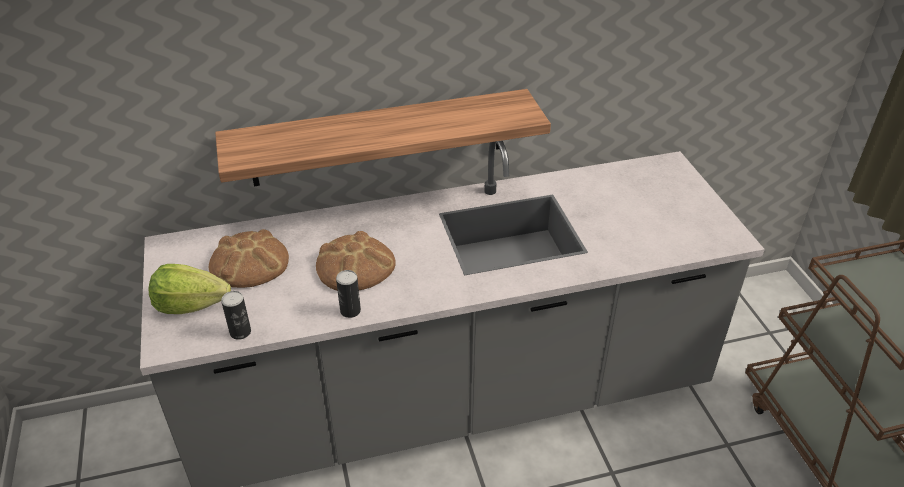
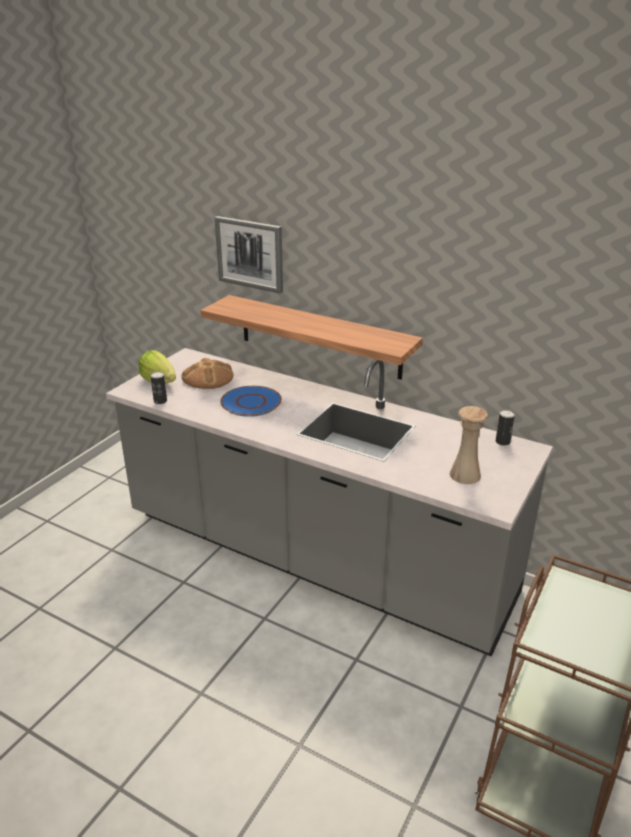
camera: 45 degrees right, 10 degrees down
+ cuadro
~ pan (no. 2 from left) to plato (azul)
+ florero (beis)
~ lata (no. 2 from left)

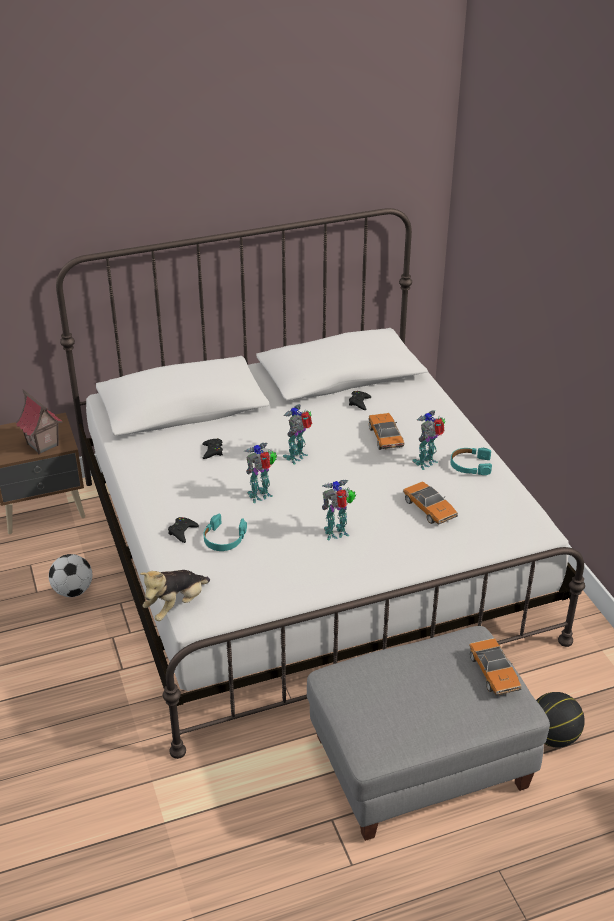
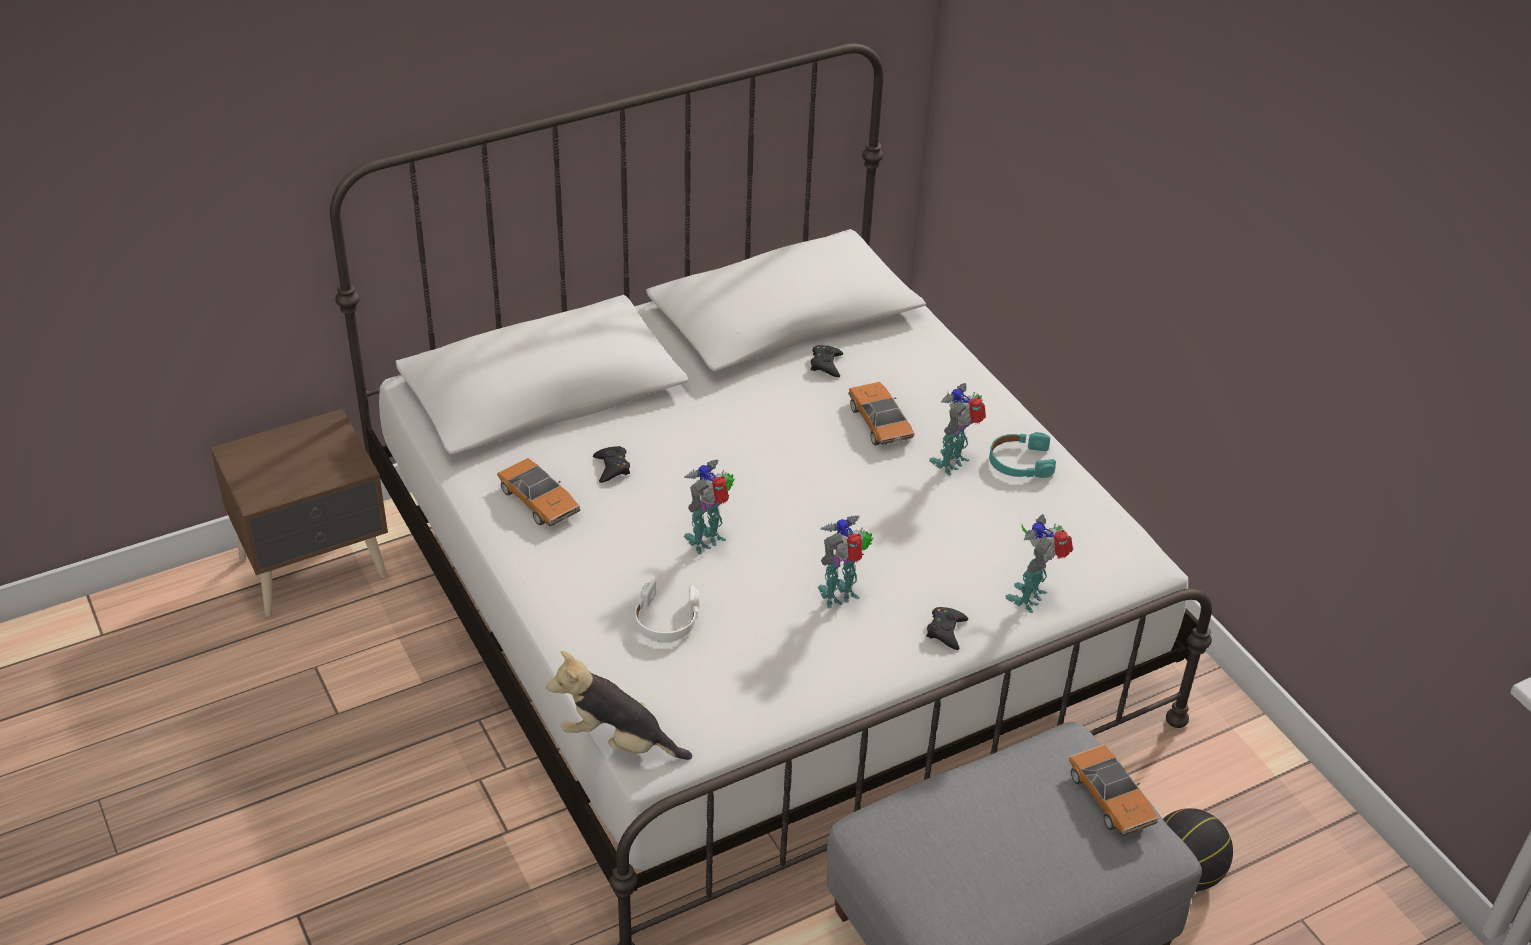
camera: 10 degrees left, 5 degrees up
~ coche de juguete (no. 2 from left in the first image) to coche de juguete (no. 1 from left)
~ peluche 75 degrees clockwise
~ auriculares (turquesa) (no. 1 from left) to auriculares (blanco)
~ mando de consola (negro) (no. 1 from left in the first image) to mando de consola (negro) (no. 3 from left)
~ robot de juguete (no. 2 from left in the first image) to robot de juguete (no. 4 from left)
- casita
- balón de fútbol

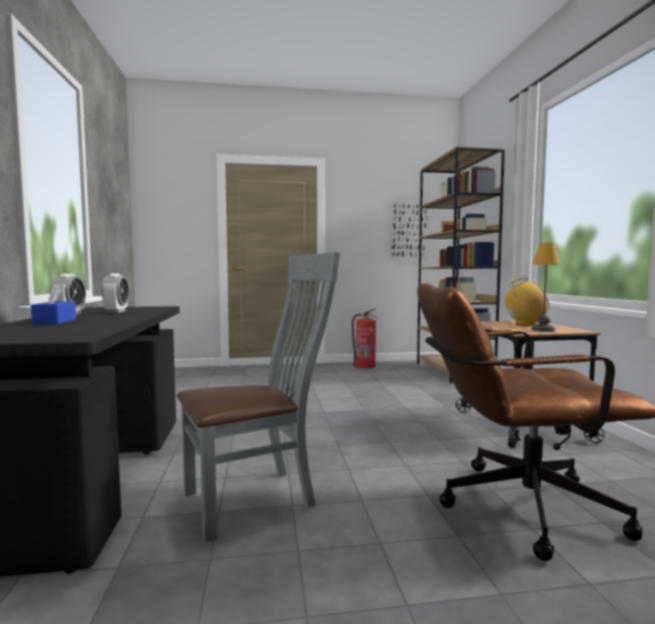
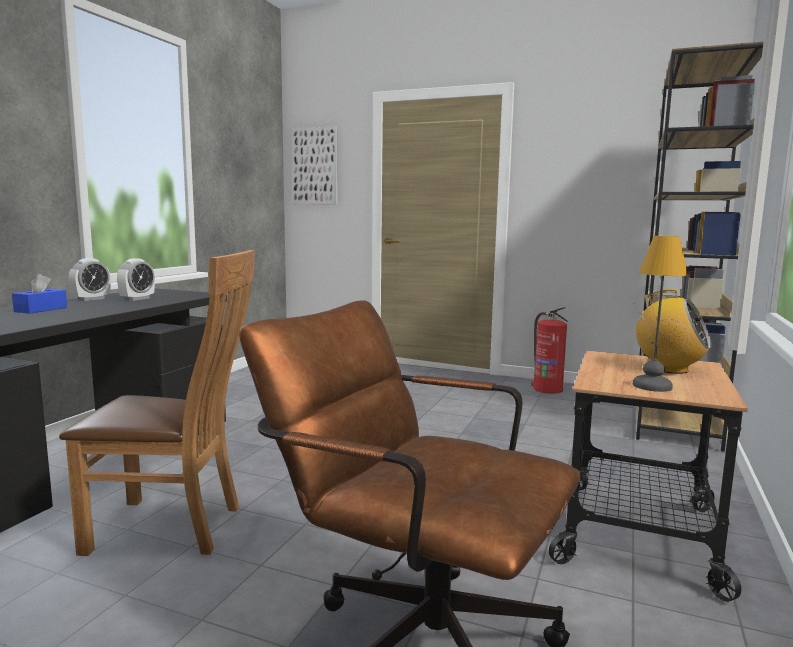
camera: 30 degrees right, 5 degrees up
~ silla (gris) to silla (marrón)
~ cuadro

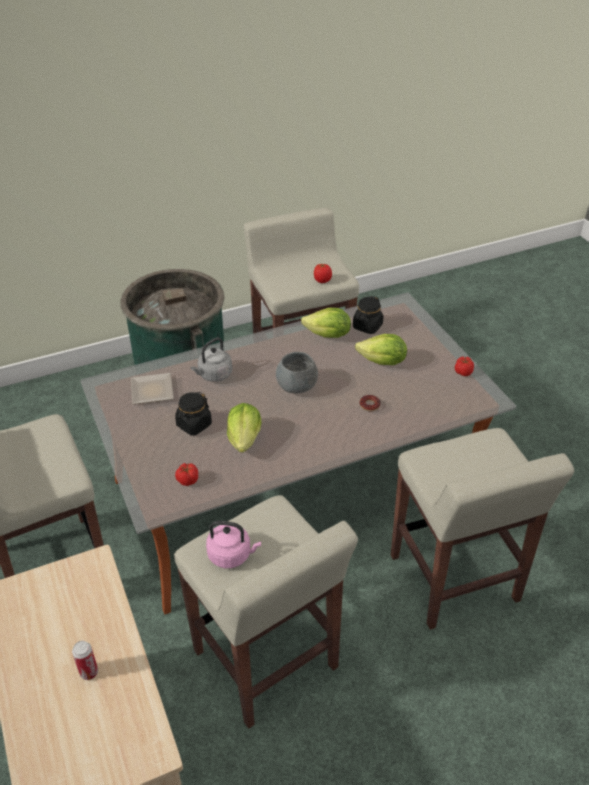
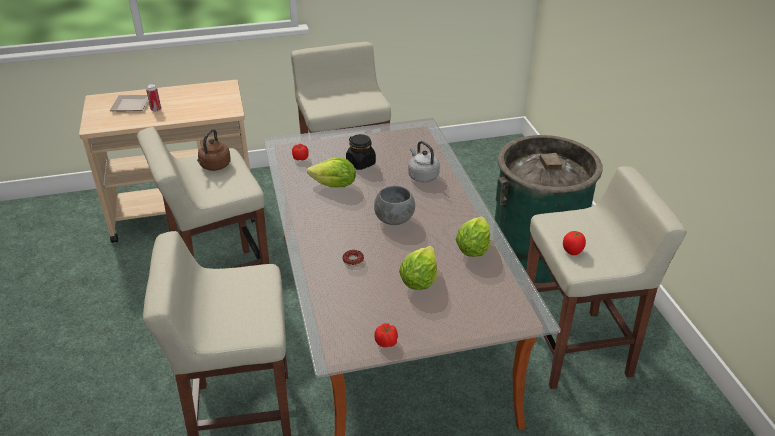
camera: 100 degrees right, 5 degrees down
~ plato
~ hervidor (rosa) to hervidor (marrón)
- tarro (negro) (no. 2 from left)

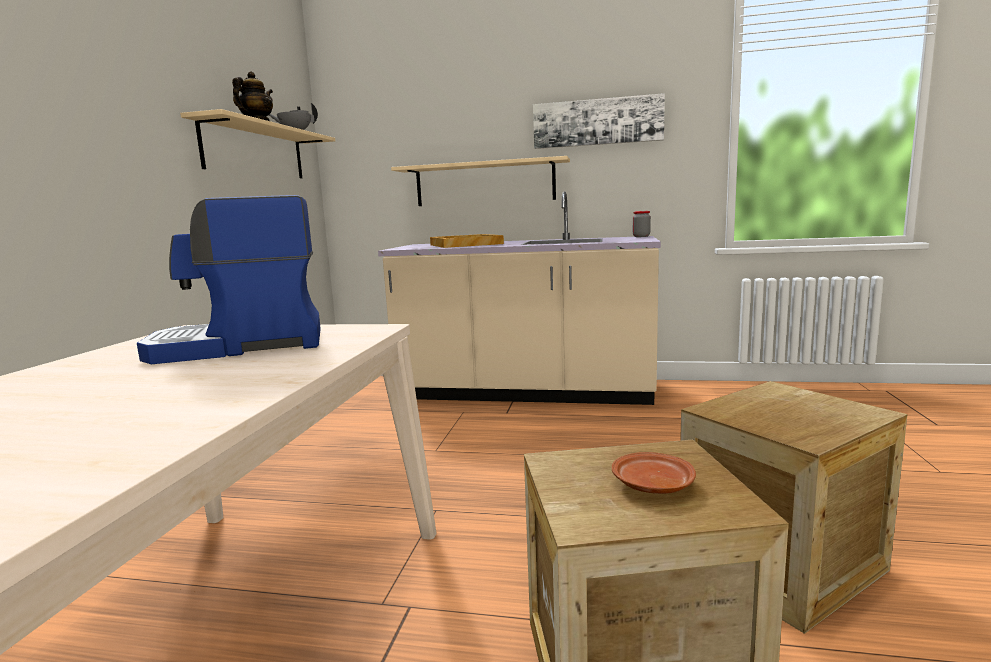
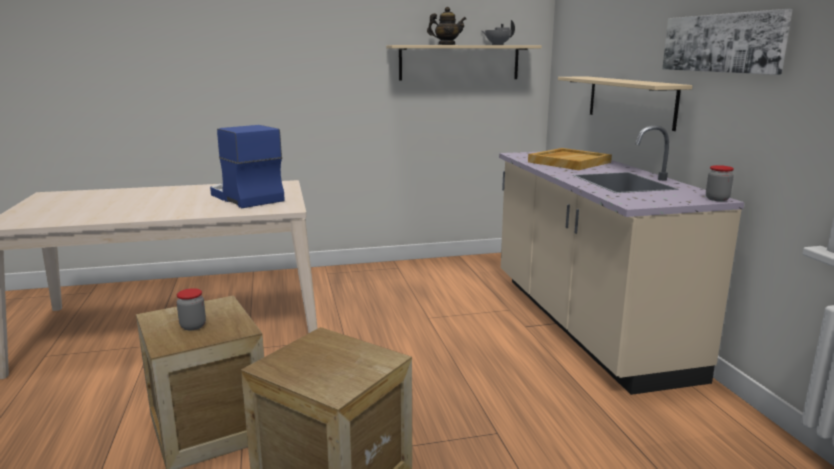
camera: 65 degrees right, 5 degrees up
~ plato (marrón) to tarro (no. 1 from left)

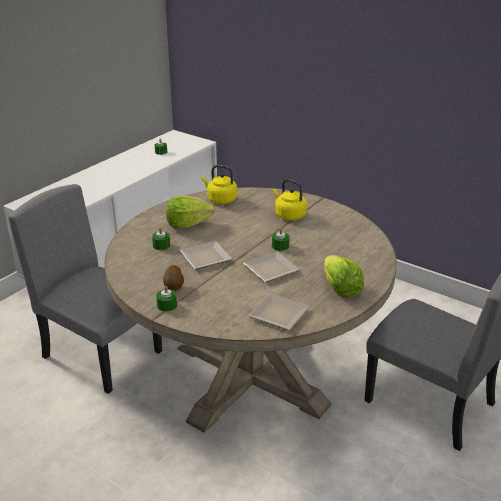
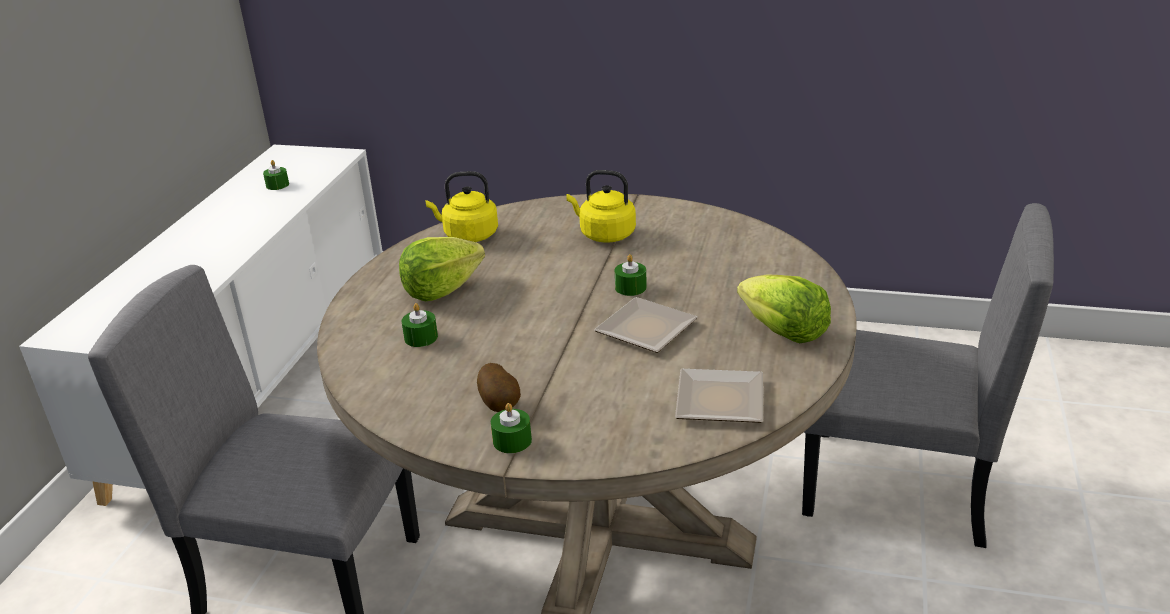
camera: 20 degrees left, 0 degrees up
- plato (no. 1 from left)

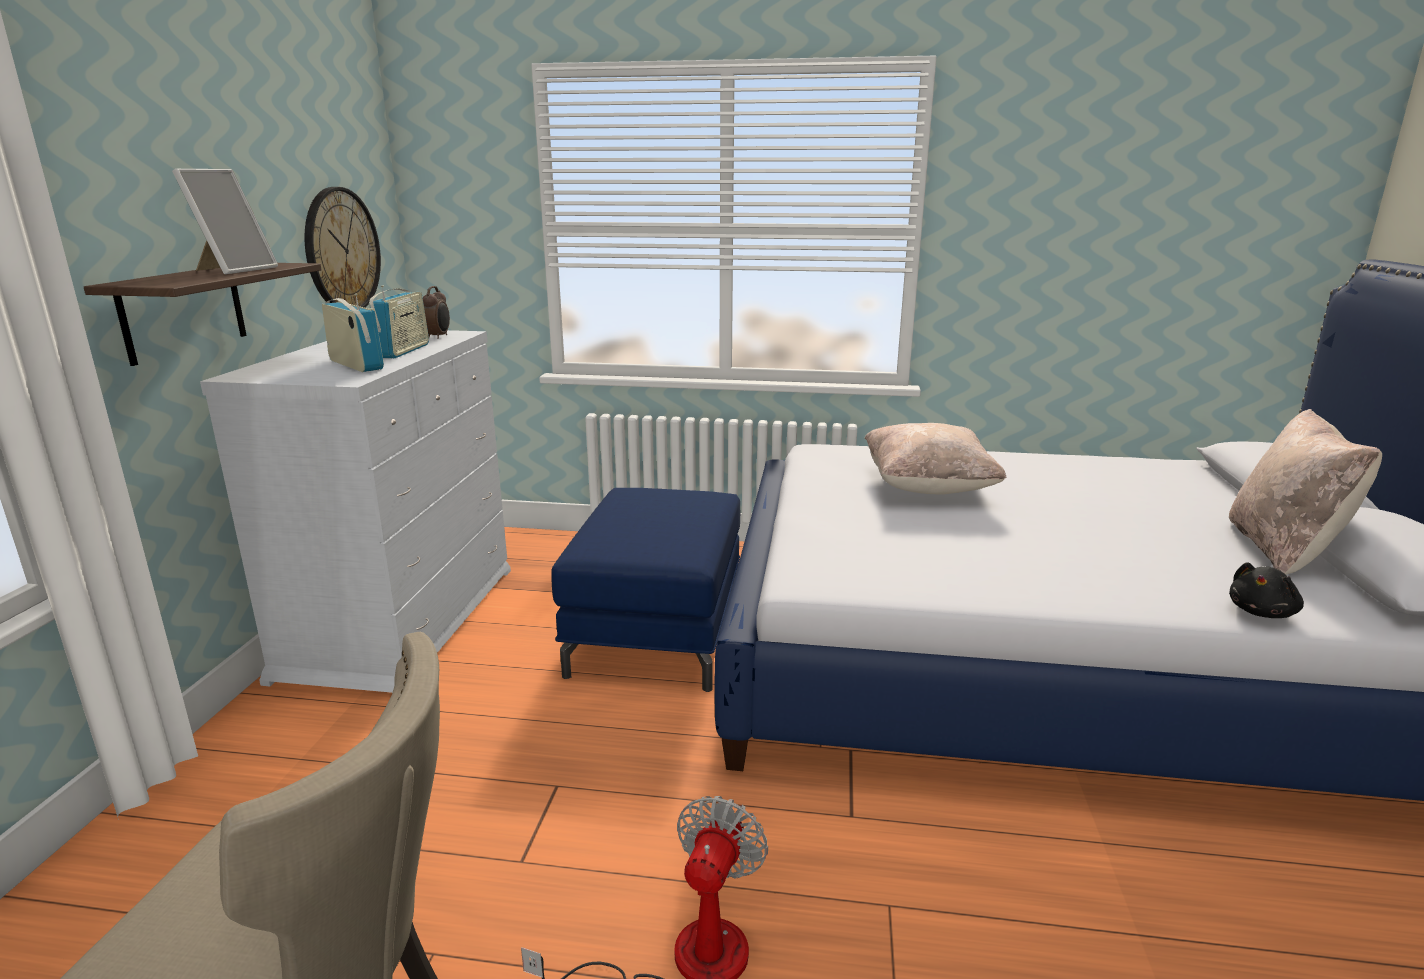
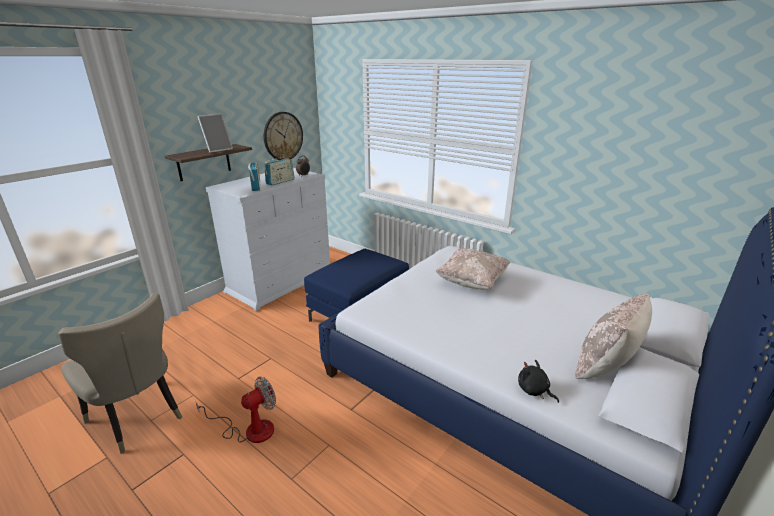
camera: 30 degrees right, 5 degrees up
~ peluche (negro) 60 degrees clockwise

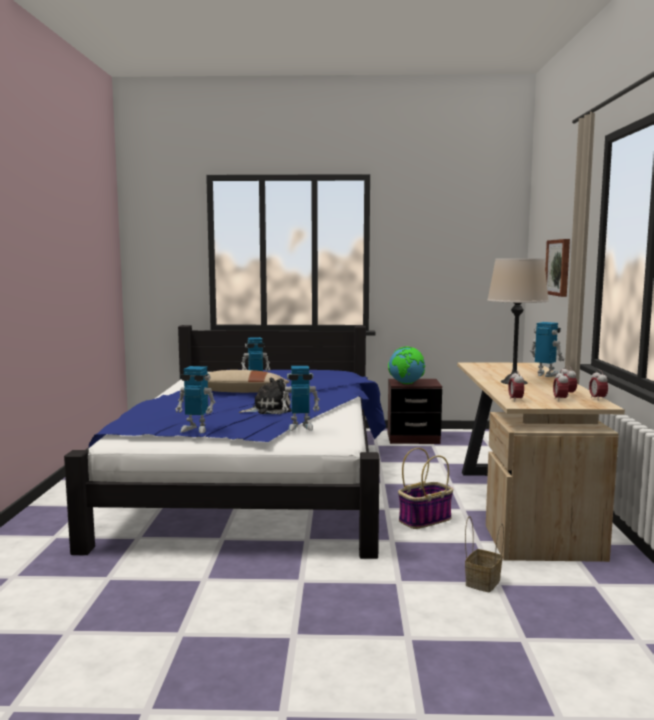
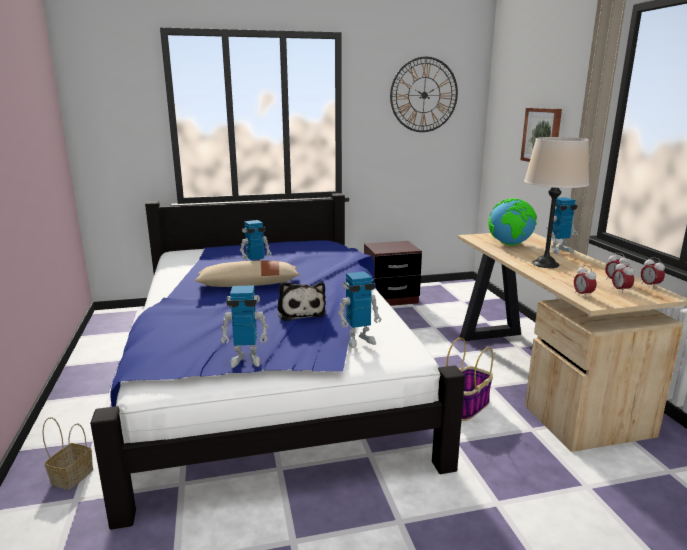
camera: 15 degrees left, 10 degrees up
~ cesta (no. 2 from left in the first image) to cesta (no. 1 from left)
~ peluche 105 degrees clockwise
+ reloj de pared
~ globo terráqueo
~ robot de juguete (no. 4 from left) 135 degrees clockwise

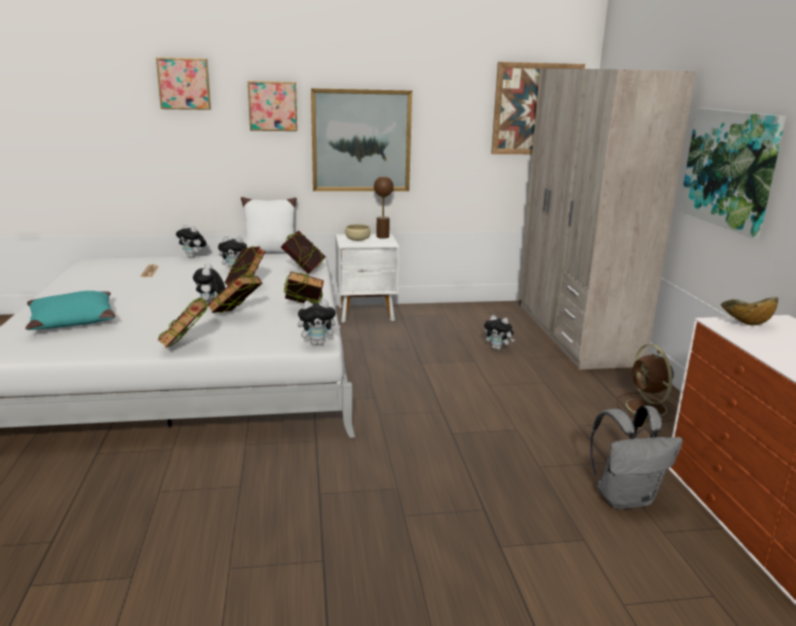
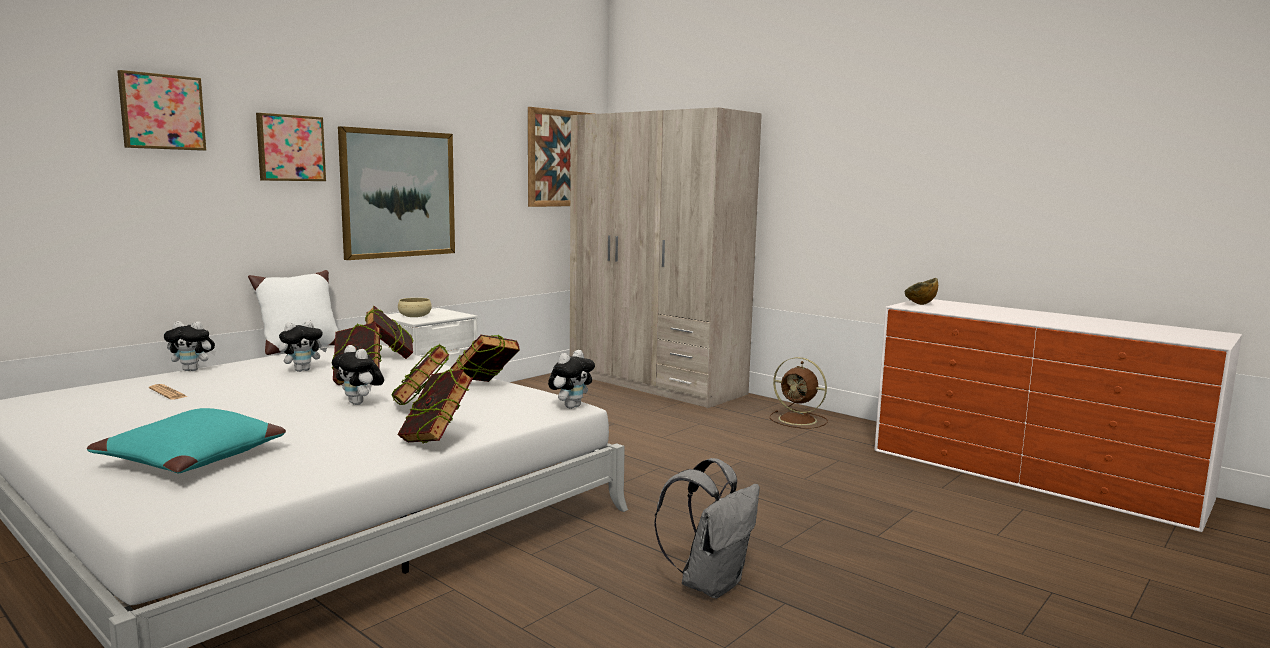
camera: 40 degrees left, 10 degrees down
~ mochila (gris)
- lámpara de mesa (marrón)
- peluche (no. 5 from left)
- cuadro (no. 5 from left)

